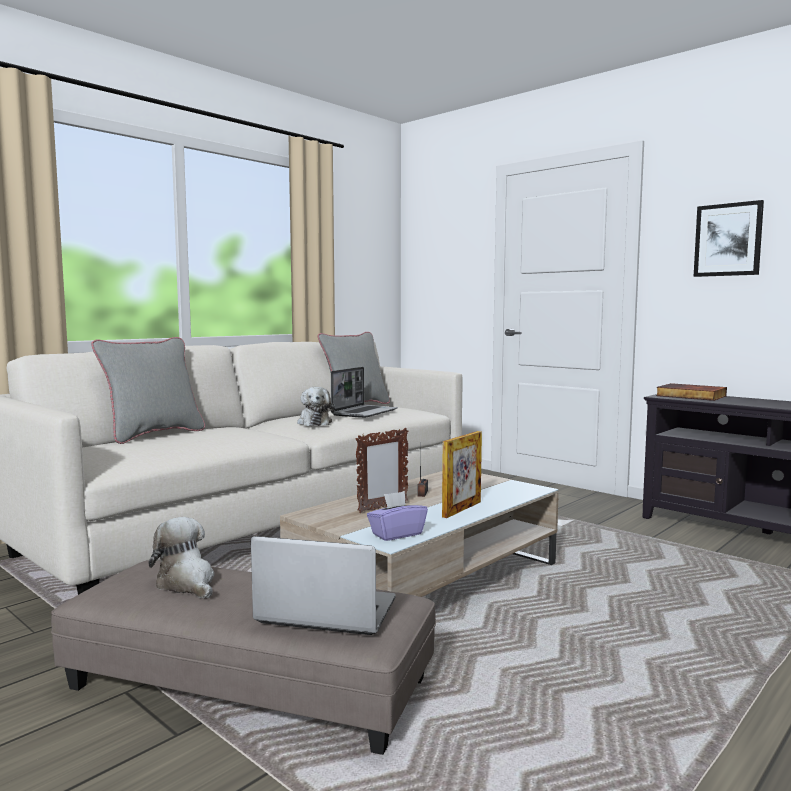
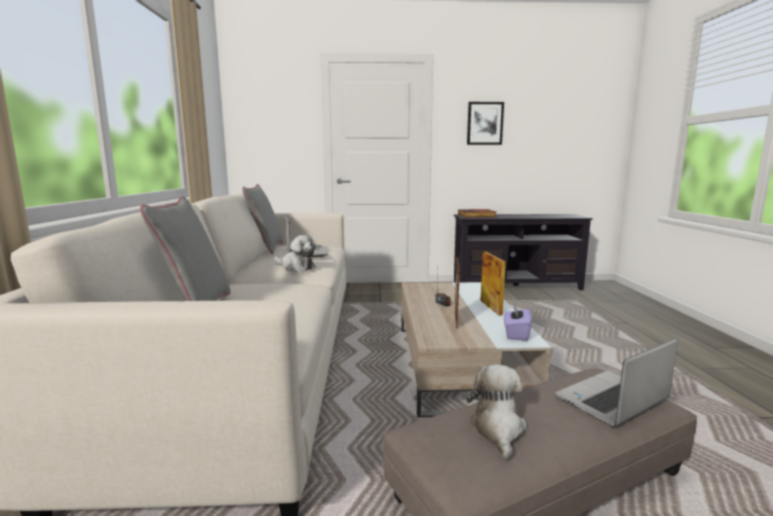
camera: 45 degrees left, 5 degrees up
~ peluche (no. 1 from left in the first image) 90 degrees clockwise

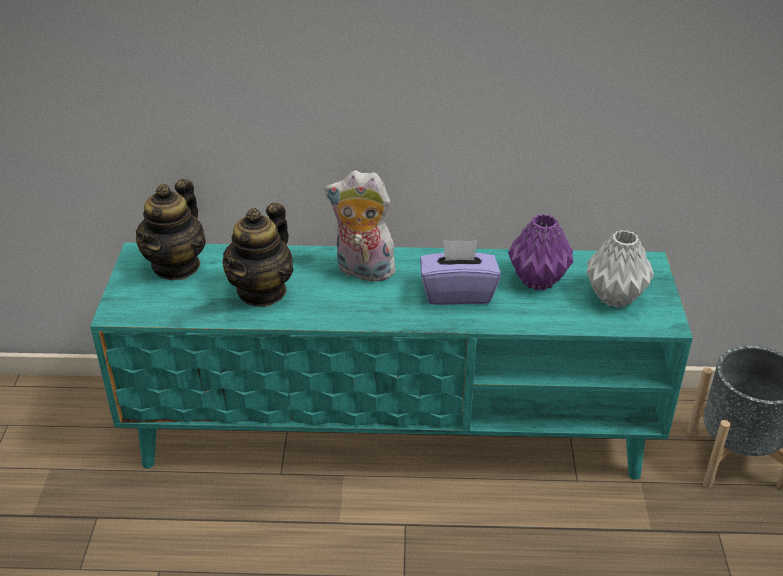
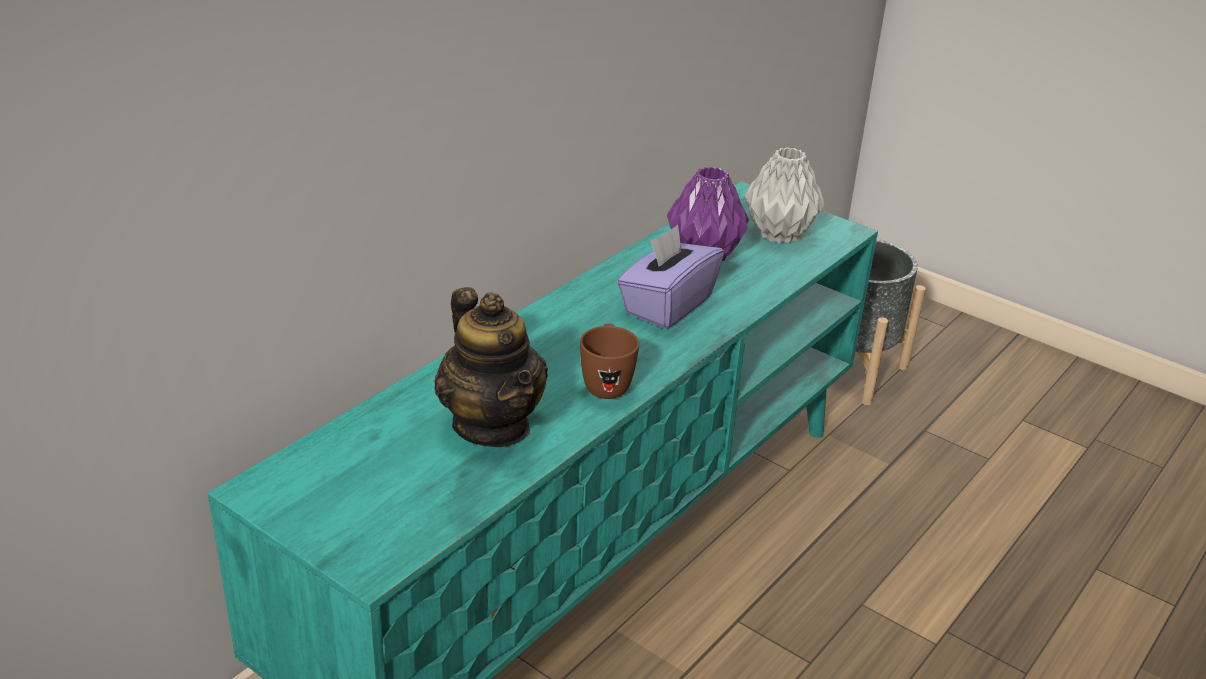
camera: 55 degrees left, 5 degrees down
+ taza grande (marrón)
- tetera (no. 1 from left)
- peluche

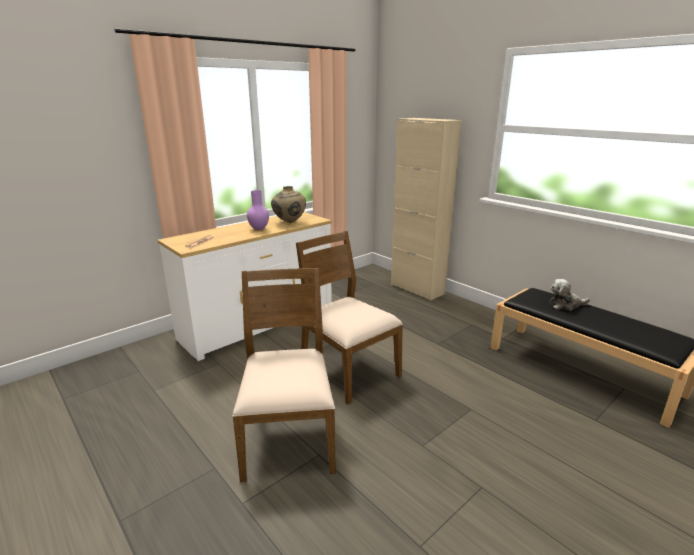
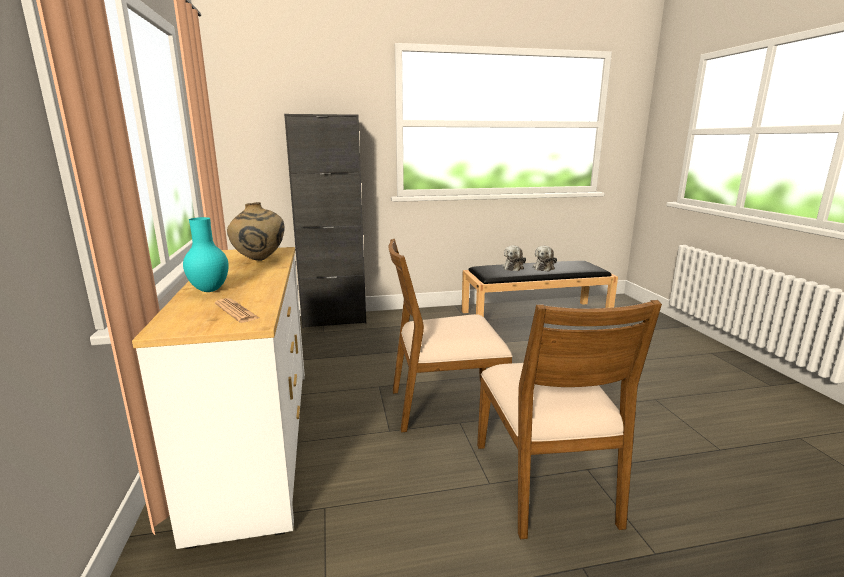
camera: 60 degrees left, 5 degrees down
+ florero (turquesa)
~ armario (beis) to armario (negro)
~ silla (marrón) (no. 1 from left in the first image) 120 degrees counterclockwise
+ peluche (no. 2 from left)
- florero (morado)

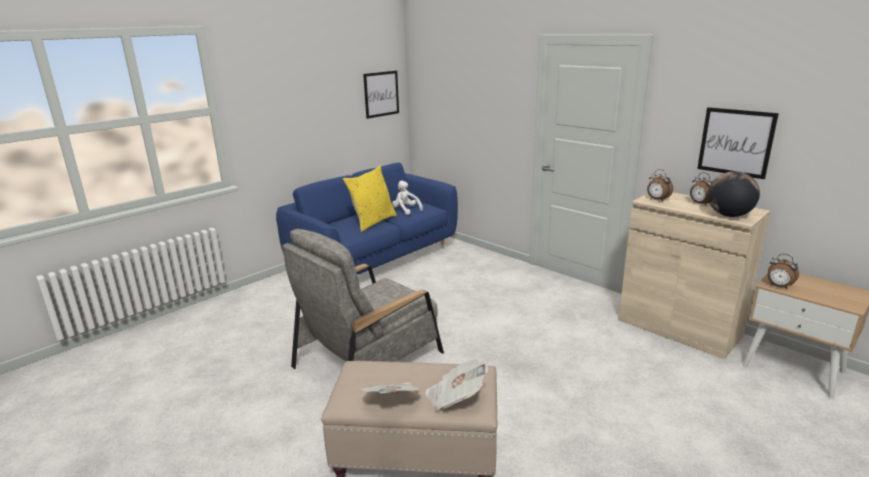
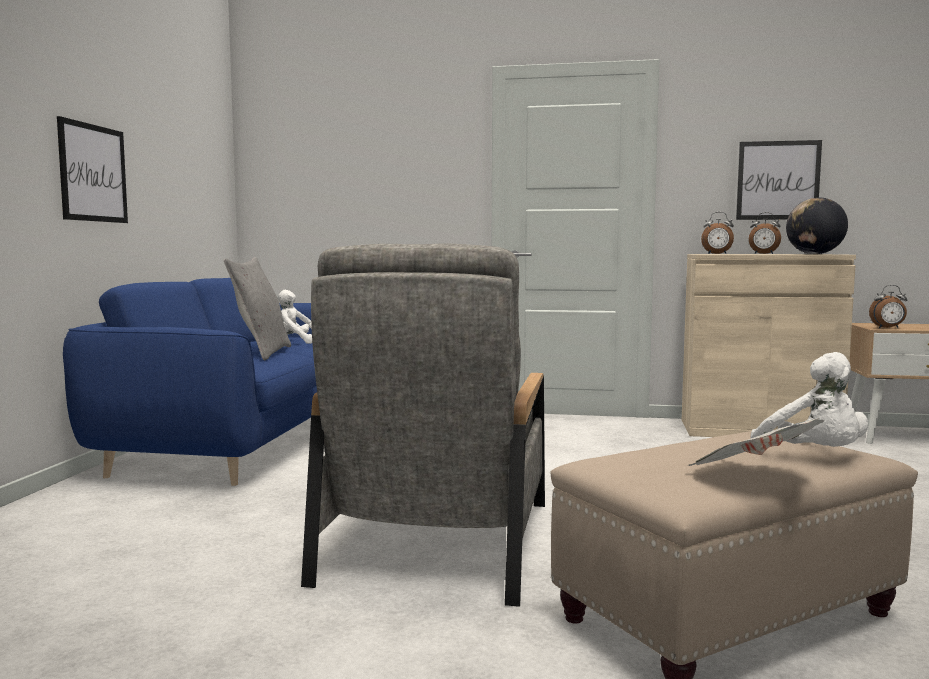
camera: 35 degrees left, 15 degrees down
~ cuadro (no. 1 from left)
~ cojín (amarillo) to cojín (gris)
~ periódico (no. 2 from left) to peluche (blanco) (no. 2 from left)

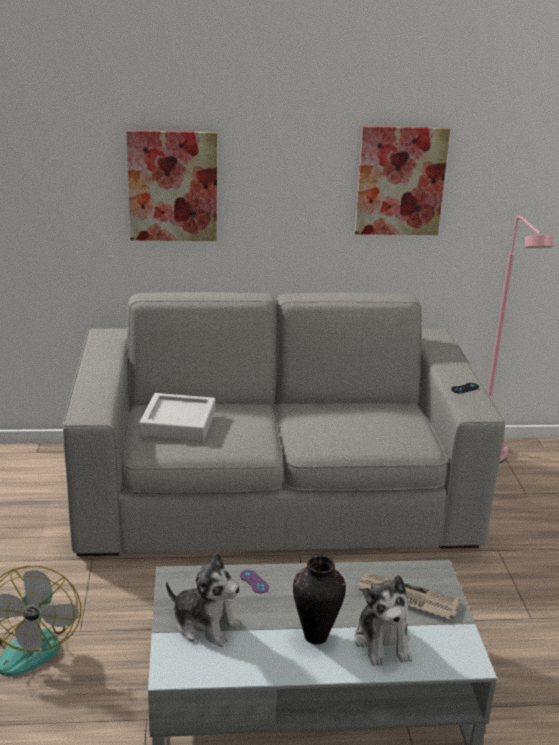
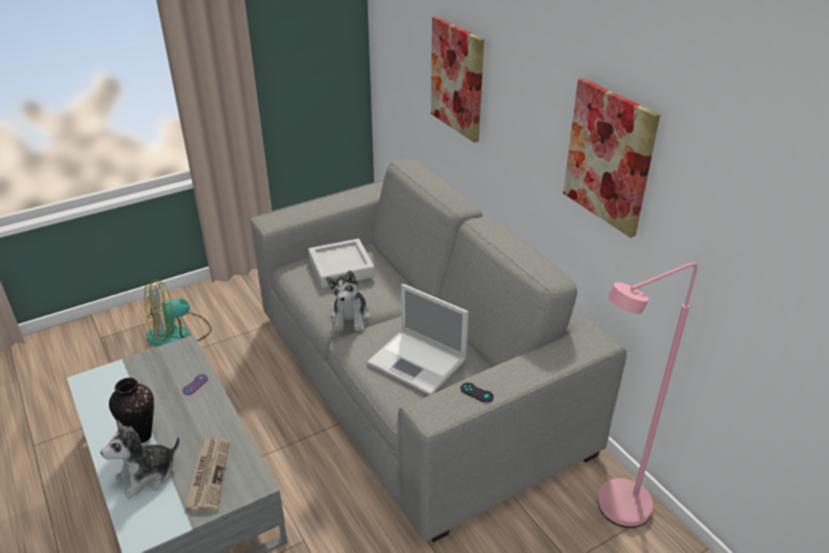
camera: 65 degrees right, 10 degrees up
~ peluche (no. 1 from left in the first image) to peluche (no. 2 from left)
+ portátil

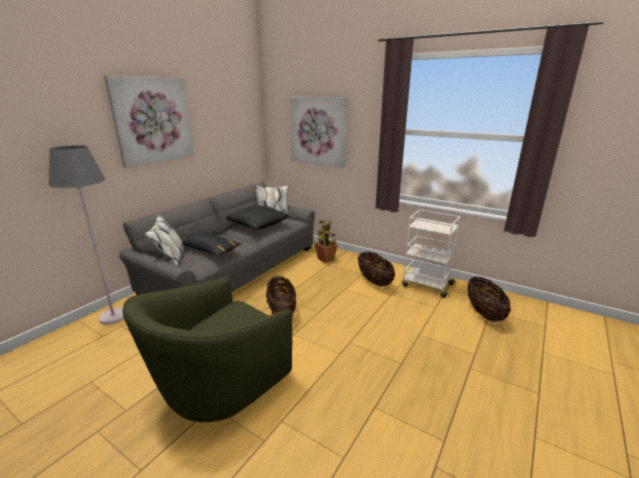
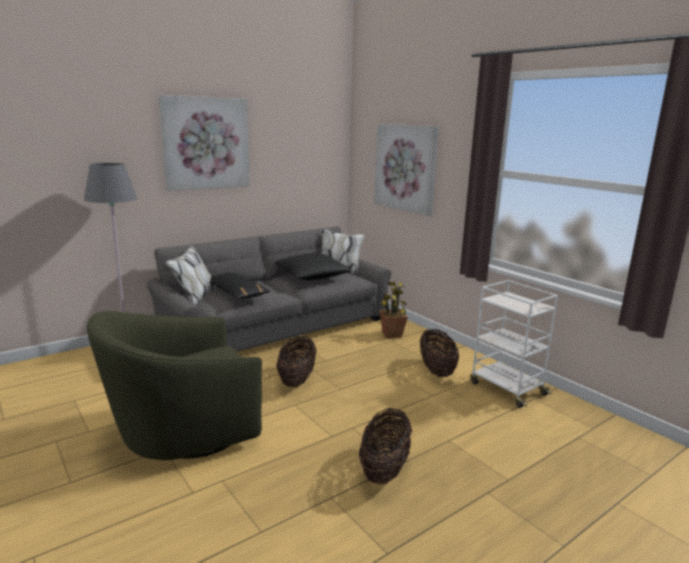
camera: 20 degrees right, 5 degrees down
~ cesta (no. 3 from left in the first image) to cesta (no. 2 from left)

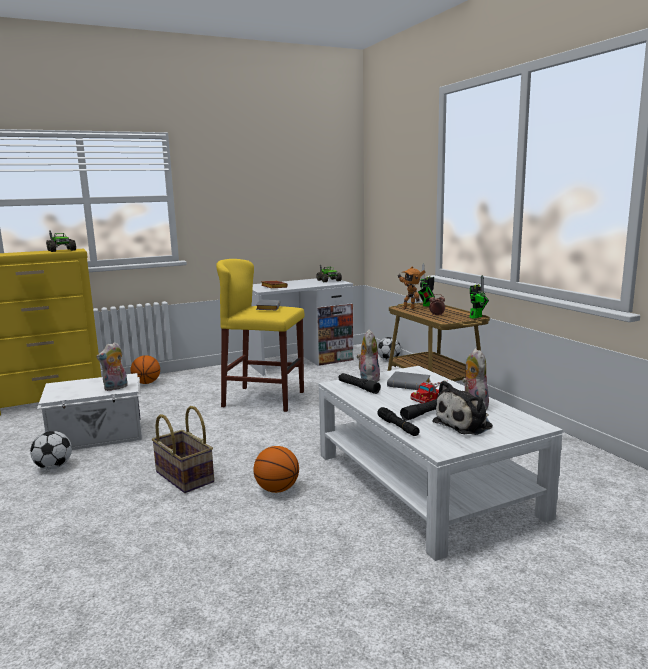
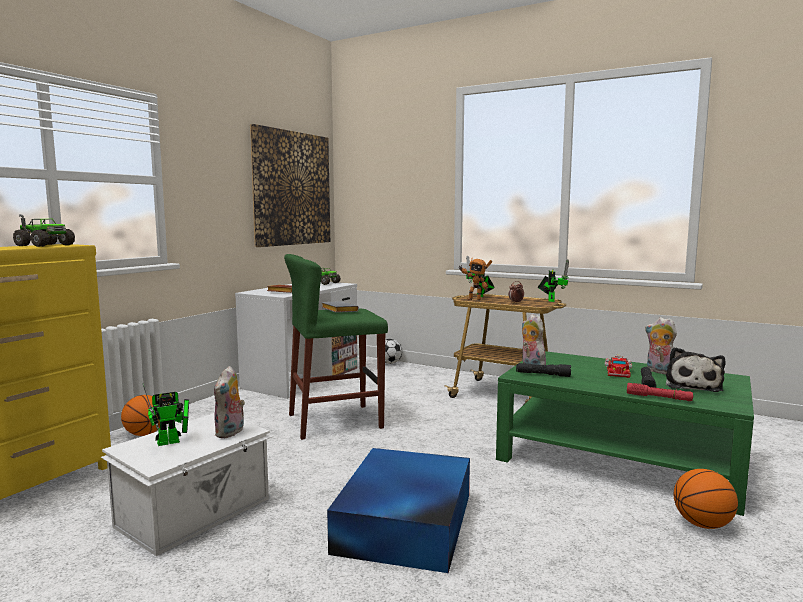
camera: 35 degrees left, 5 degrees down
+ robot de juguete (no. 1 from left)
+ cuadro
~ taburete (amarillo) to taburete (verde)
~ cesta to caja de almacenaje (azul)
~ mesa de centro (blanco) to mesa de centro (verde)
~ linterna (negro) (no. 2 from left) to linterna (rojo)
~ balón de baloncesto (no. 2 from left)
- balón de fútbol (no. 1 from left)
- libro (gris) (no. 2 from left)

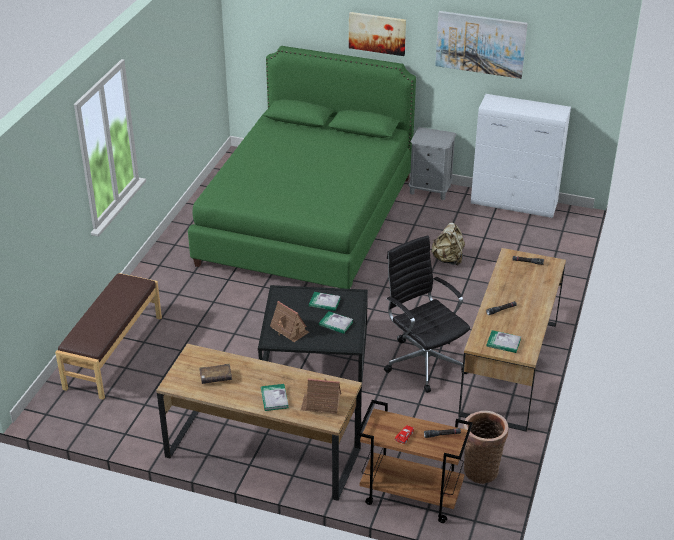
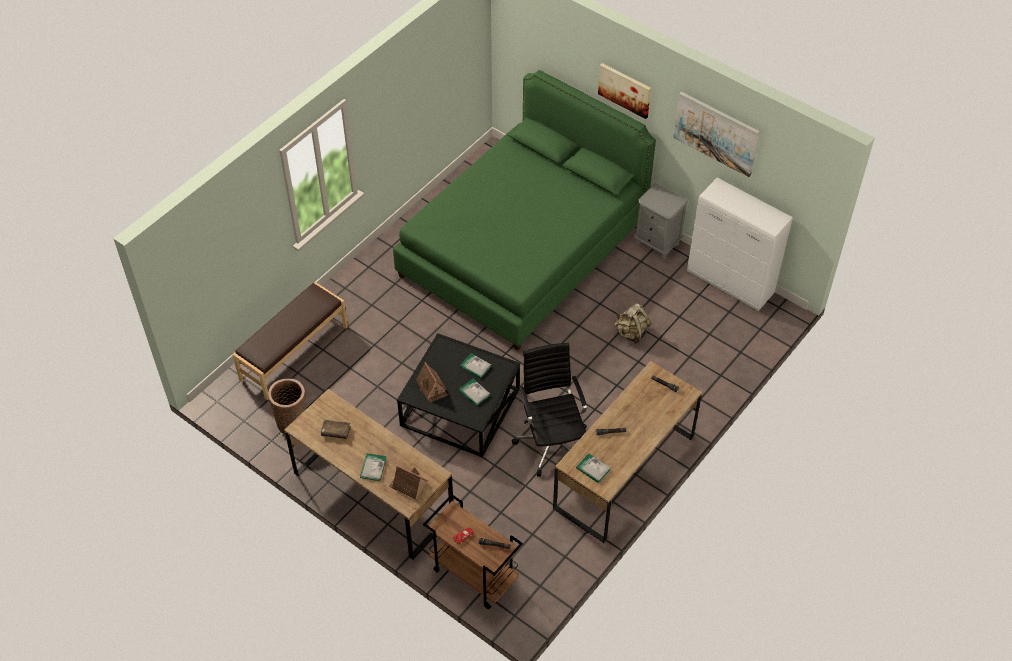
camera: 20 degrees right, 15 degrees up
~ cesta

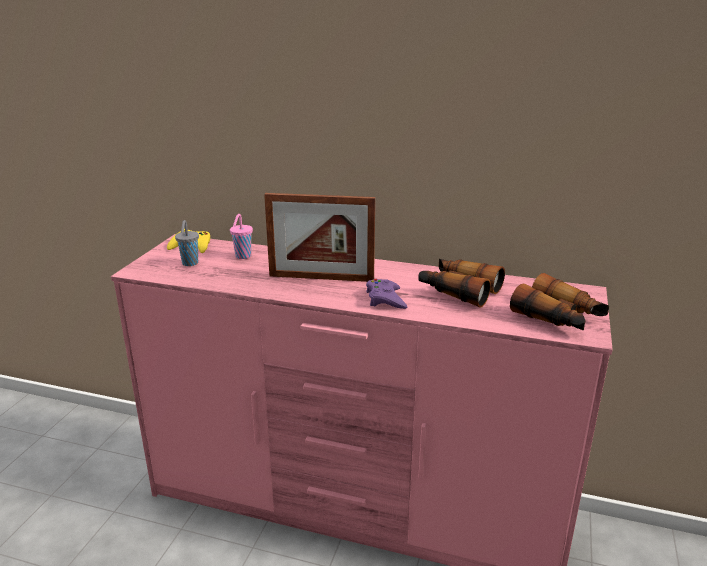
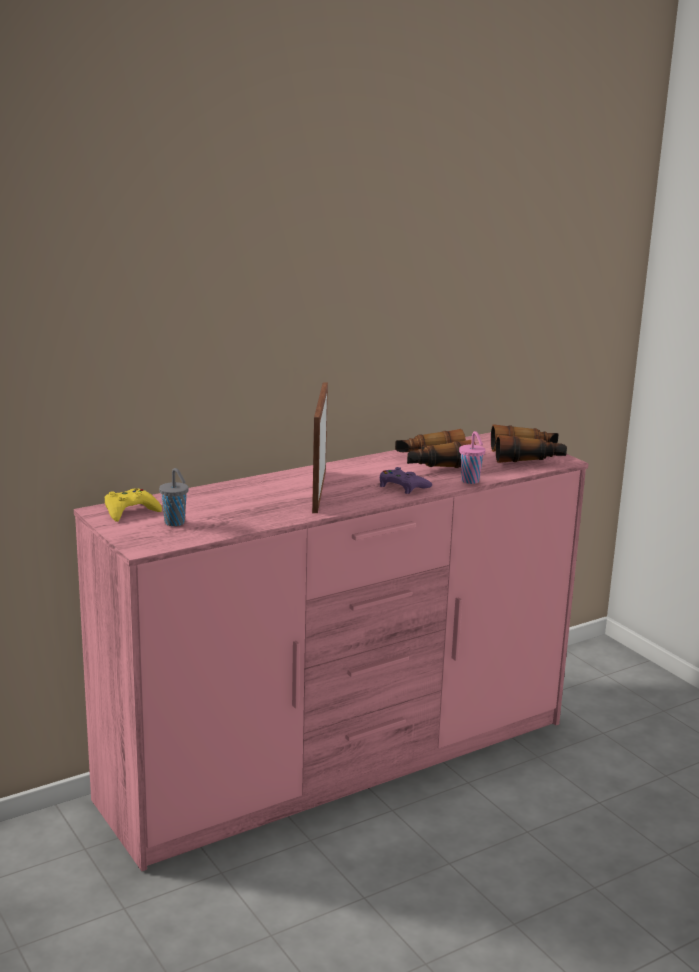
camera: 50 degrees left, 5 degrees down
~ portarretratos 135 degrees clockwise
~ taza (rosa)

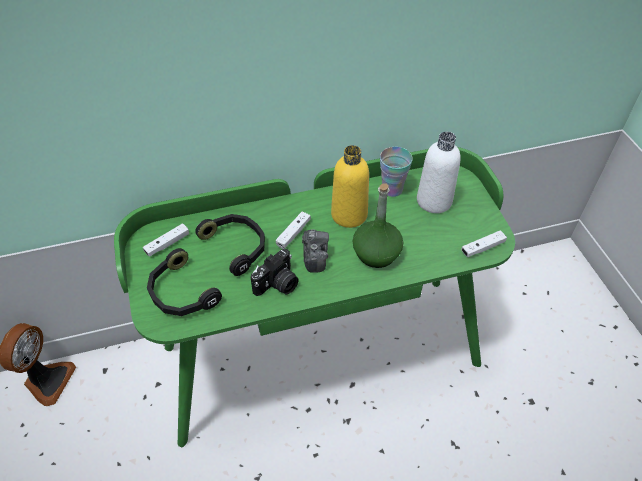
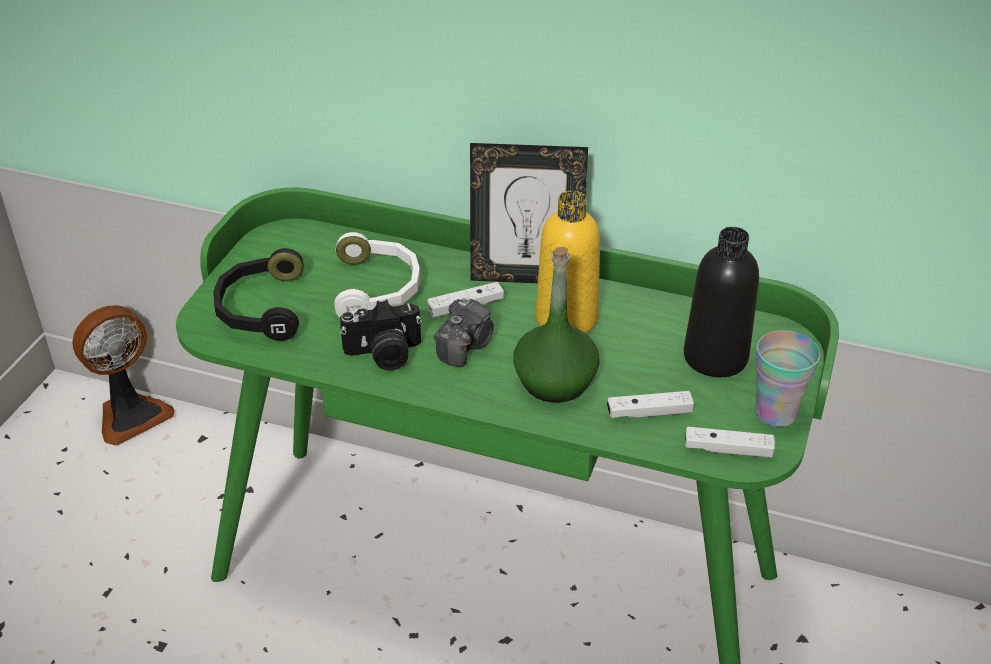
camera: 35 degrees right, 10 degrees down
~ auriculares (negro) (no. 2 from left) to auriculares (blanco)
+ portarretratos
~ mando de consola (blanco) (no. 1 from left in the first image) to mando de consola (blanco) (no. 2 from left)
~ botella (blanco) to botella (negro)
~ taza

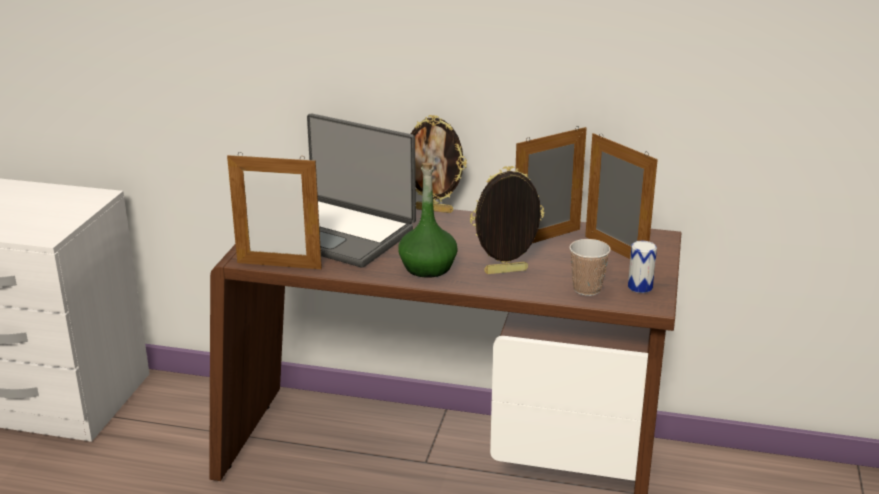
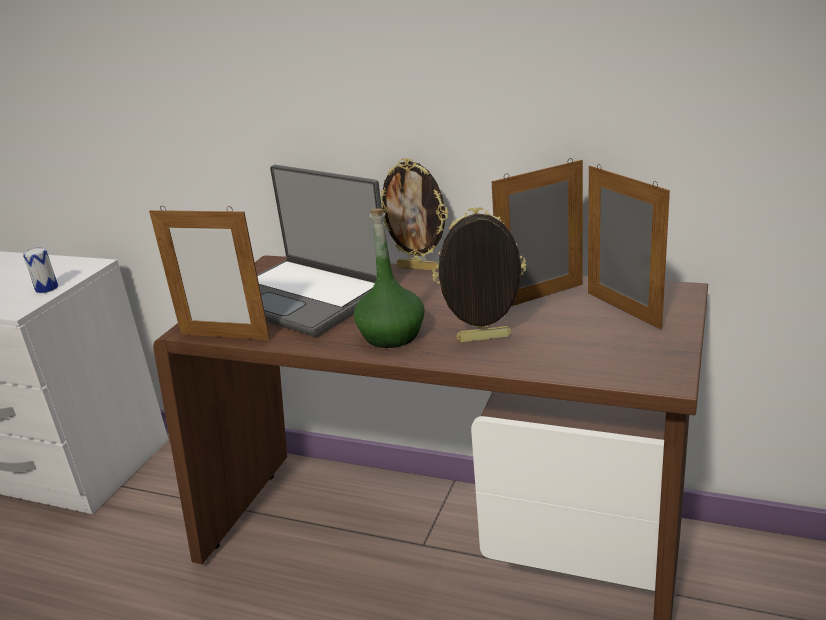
camera: 10 degrees right, 0 degrees up
~ lata
- taza

